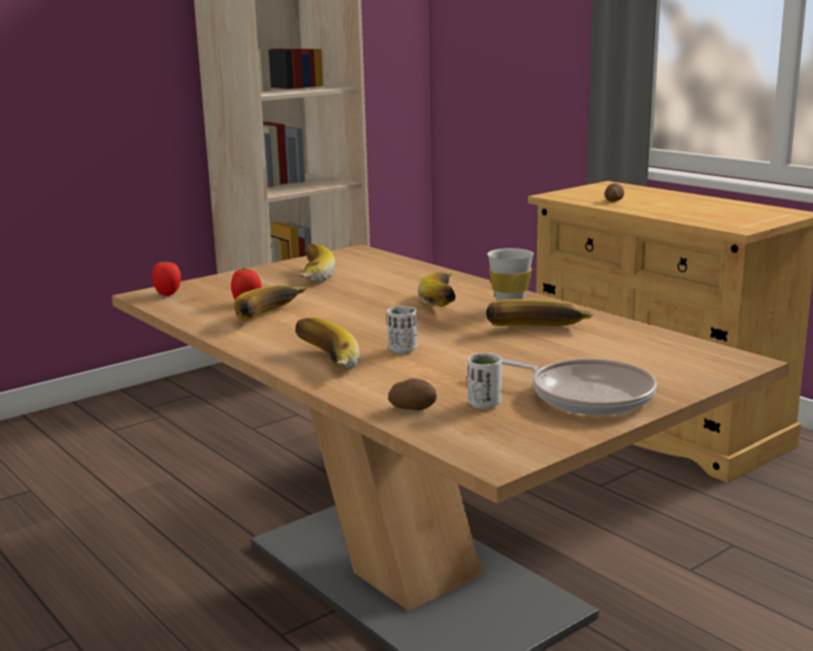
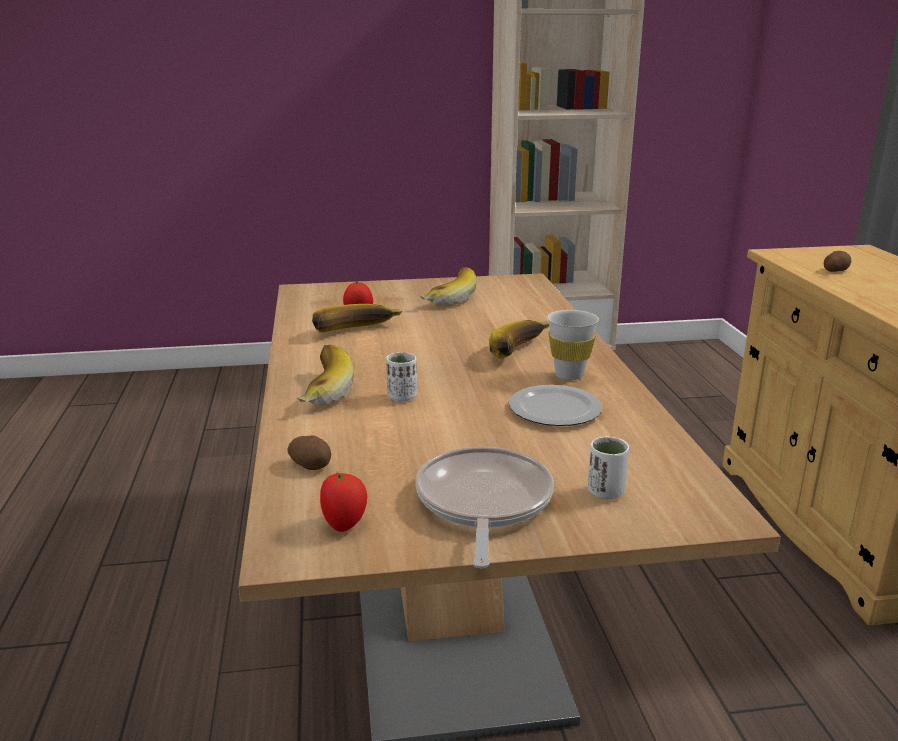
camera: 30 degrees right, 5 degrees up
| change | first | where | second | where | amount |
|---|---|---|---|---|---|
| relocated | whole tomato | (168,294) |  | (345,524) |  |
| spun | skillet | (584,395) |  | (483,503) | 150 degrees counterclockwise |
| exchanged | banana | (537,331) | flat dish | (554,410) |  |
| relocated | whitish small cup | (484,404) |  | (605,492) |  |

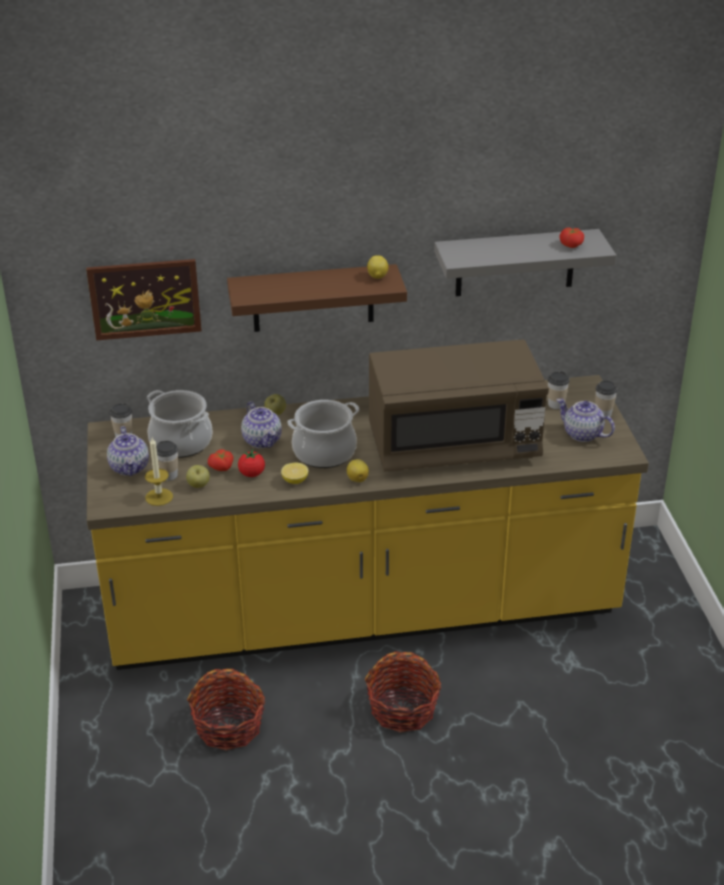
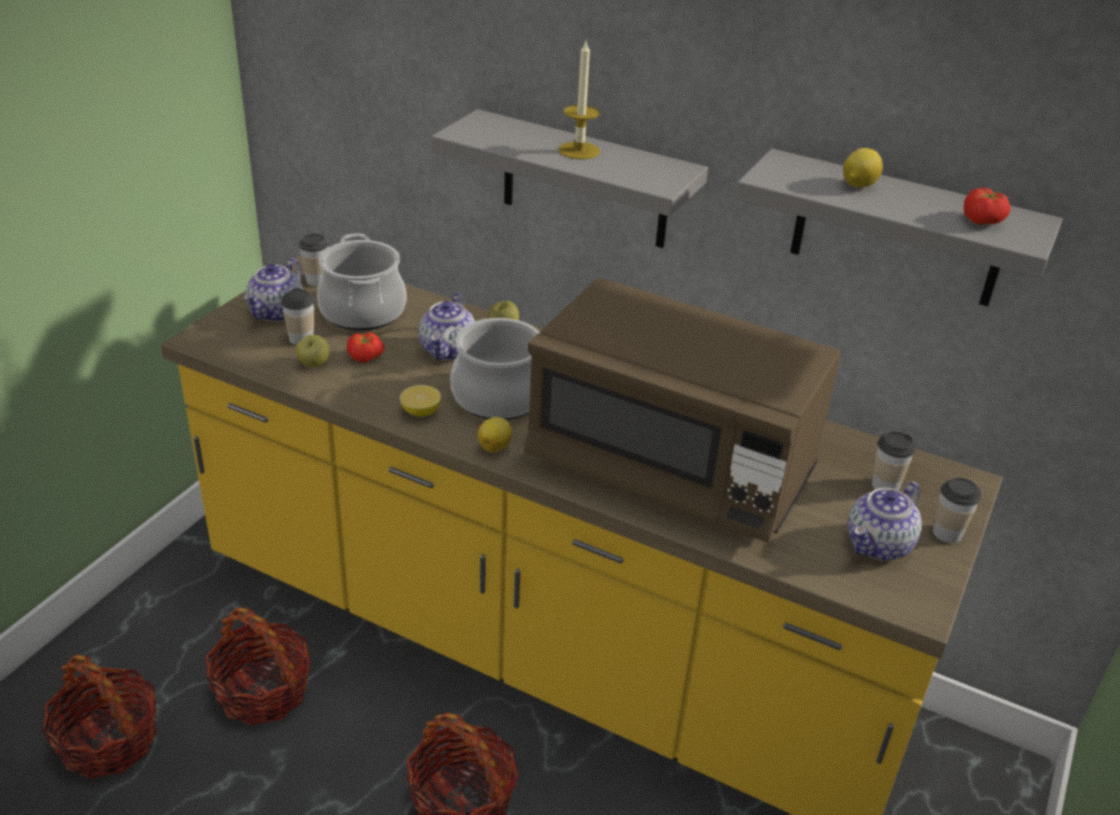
camera: 35 degrees right, 0 degrees up
| change | first | where | second | where | amount |
|---|---|---|---|---|---|
| appeared |  |  | household basket | (109,740) |  |
| colour | brown bracket shelf | (313,298) | gray bracket shelf | (585,181) |  |
| relocated | wax candle | (159,497) |  | (579,150) |  |
| relocated | whole lemon | (377,276) |  | (858,185) |  |
| spun | pot for tea | (582,434) |  | (879,545) | 120 degrees counterclockwise |
| missing | picture | (145,299) |  |  |  |
| missing | whole tomato | (252,474) |  |  |  |

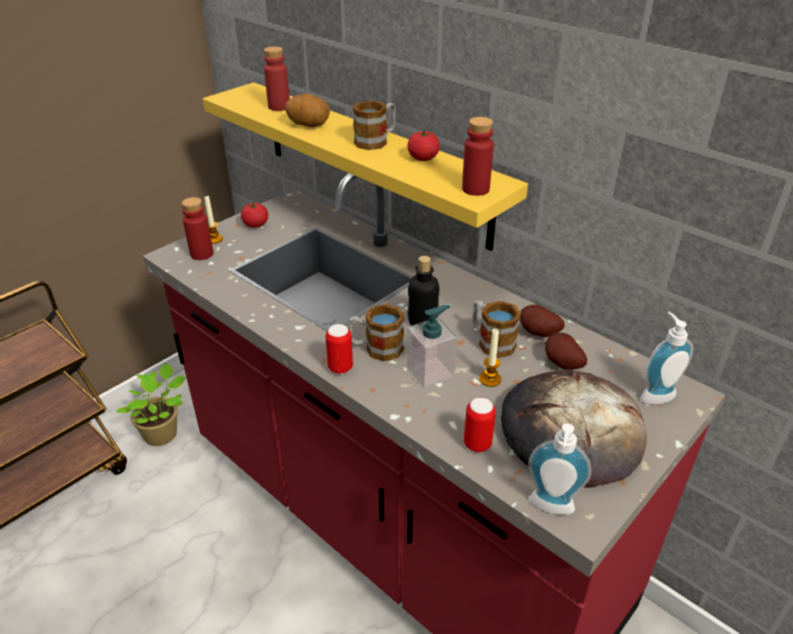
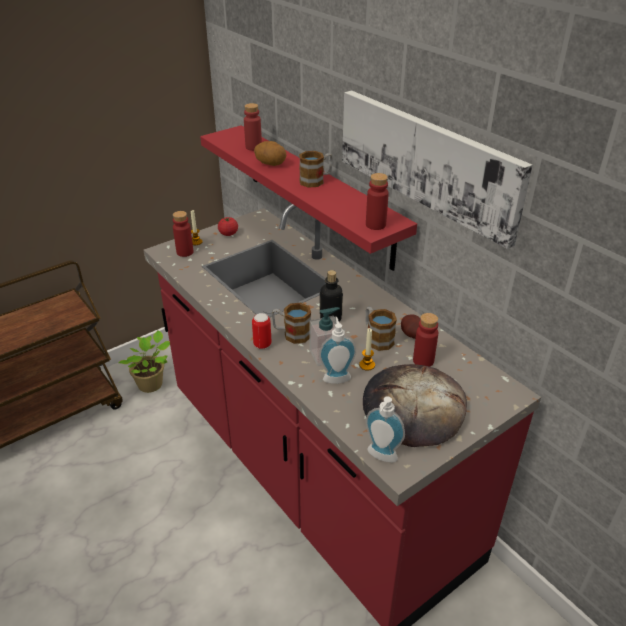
camera: 10 degrees right, 0 degrees up
| change | first | where | second | where | amount |
|---|---|---|---|---|---|
| colour | yellow-coloured bracket shelf | (372,162) | red-coloured bracket shelf | (317,194) |  |
| relocated | soap dispenser | (655,394) |  | (336,376) |  |
| appeared |  |  | picture | (427,161) |  |
| exchanged | potato | (561,364) | red-coloured drink bottle | (423,360) |  |
| missing | whole tomato | (423,158) |  |  |  |
| missing | metal can | (477,444) |  |  |  |

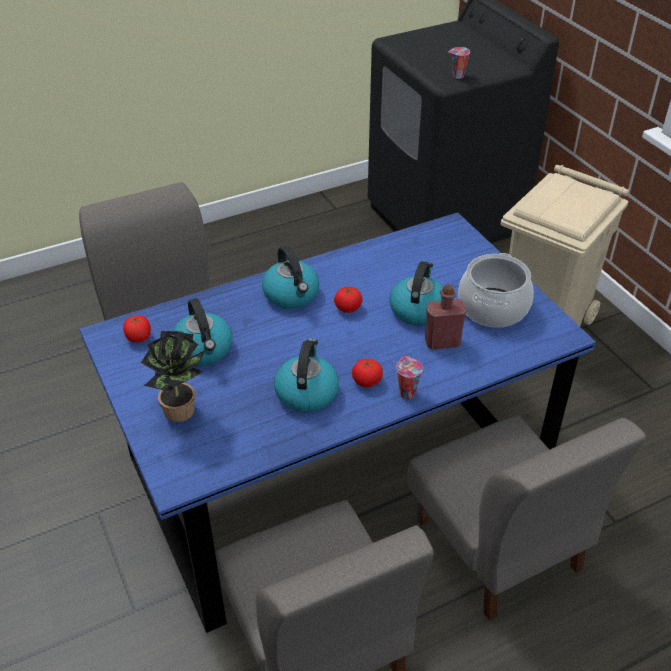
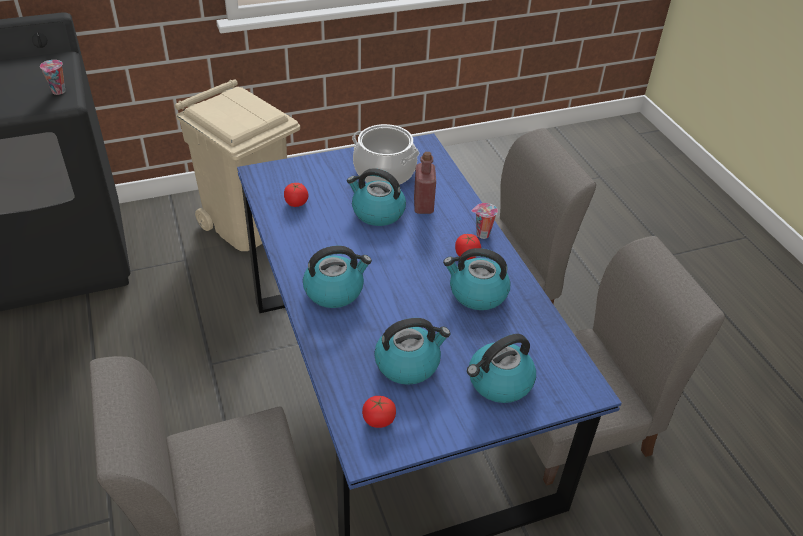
camera: 85 degrees left, 0 degrees up
| change | first | where | second | where | amount |
|---|---|---|---|---|---|
| relocated | whole tomato | (348,308) |  | (296,203) |  |
| exchanged | potted plant | (183,413) | water kettle | (499,382) |  |

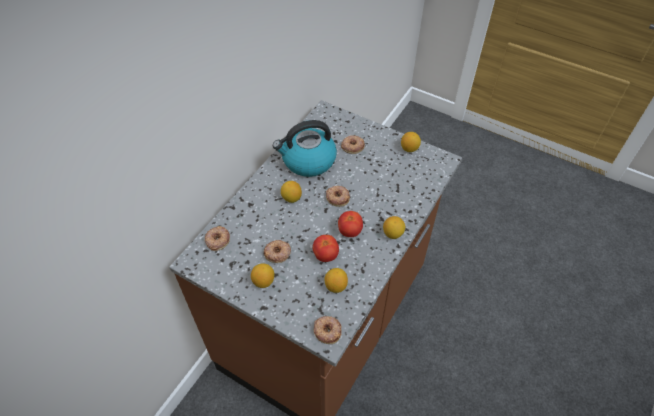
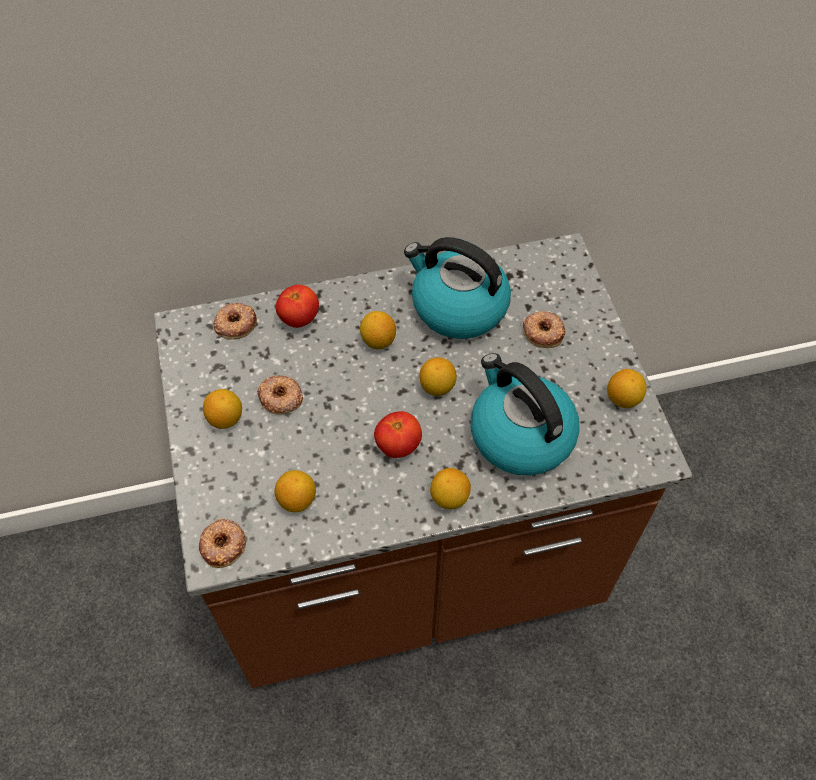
camera: 45 degrees right, 5 degrees up
| change | first | where | second | where | amount |
|---|---|---|---|---|---|
| relocated | whole tomato | (325,255) |  | (299,318) |  |
| exchanged | donut | (337,197) | whole lemon | (437,387) |  |
| appeared |  |  | water kettle | (519,435) |  |

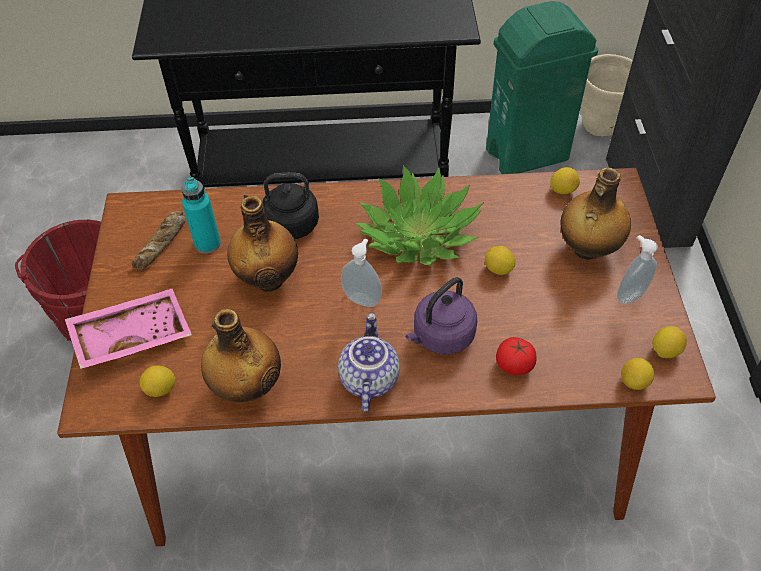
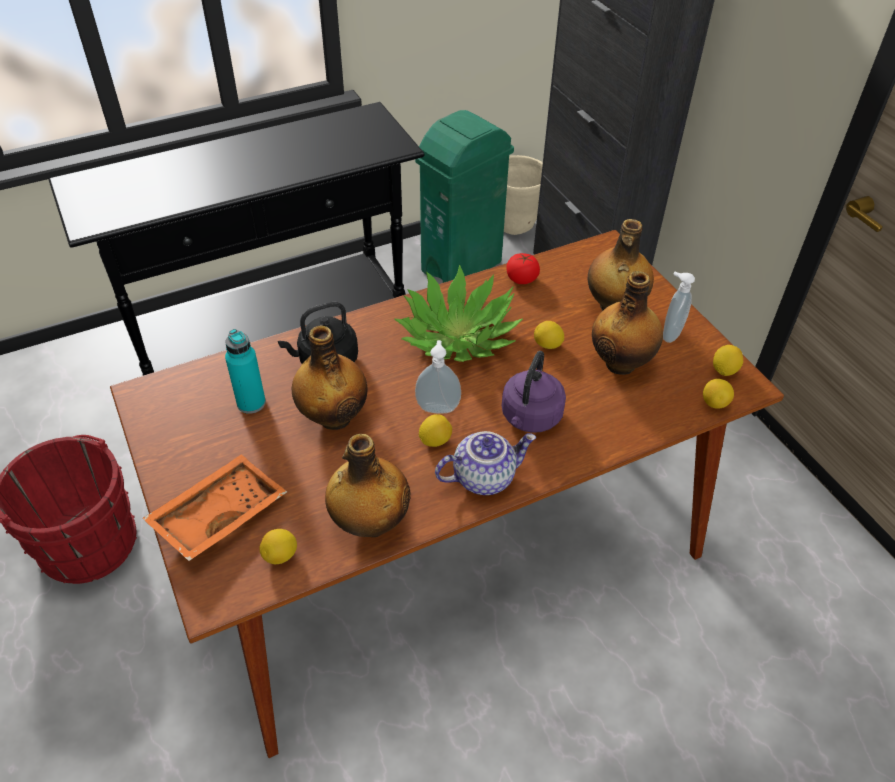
camera: 25 degrees left, 5 degrees down
| change | first | where | second | where | amount |
|---|---|---|---|---|---|
| colour | pink serving tray | (132,334) | orange-coloured serving tray | (218,514) |  |
| relocated | whole lemon | (562,190) |  | (435,440) |  |
| spun | pot for tea | (367,379) |  | (484,476) | 90 degrees clockwise |
| relocated | whole tomato | (514,365) |  | (522,279) |  |
| appeared |  |  | drink bottle | (621,362) |  |
| missing | bread | (162,243) |  |  |  |

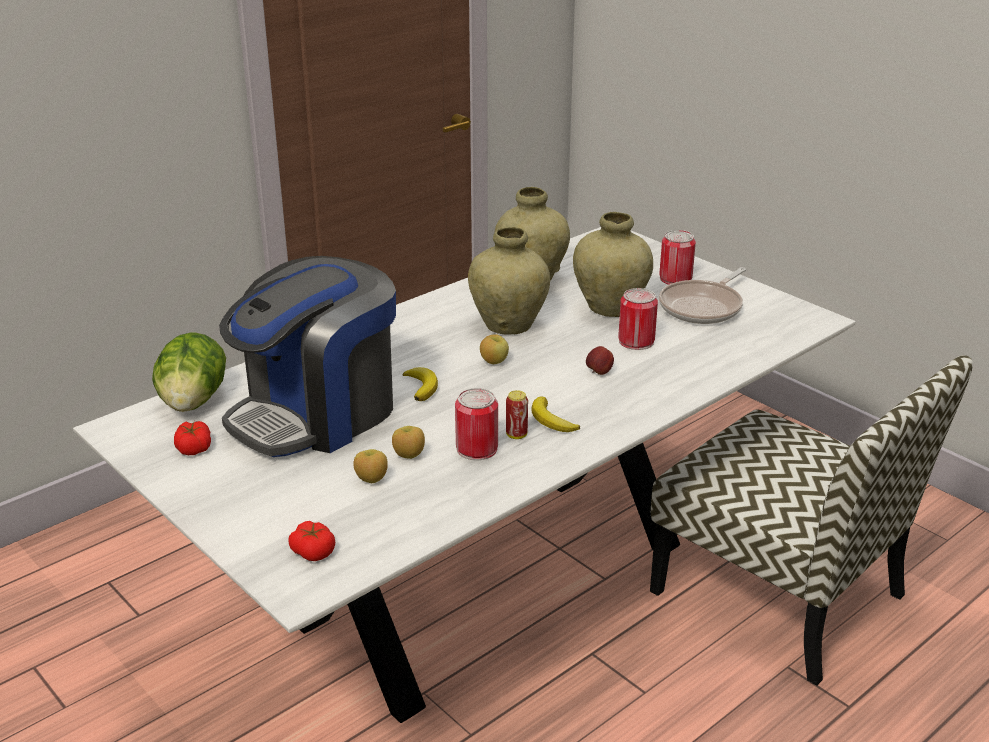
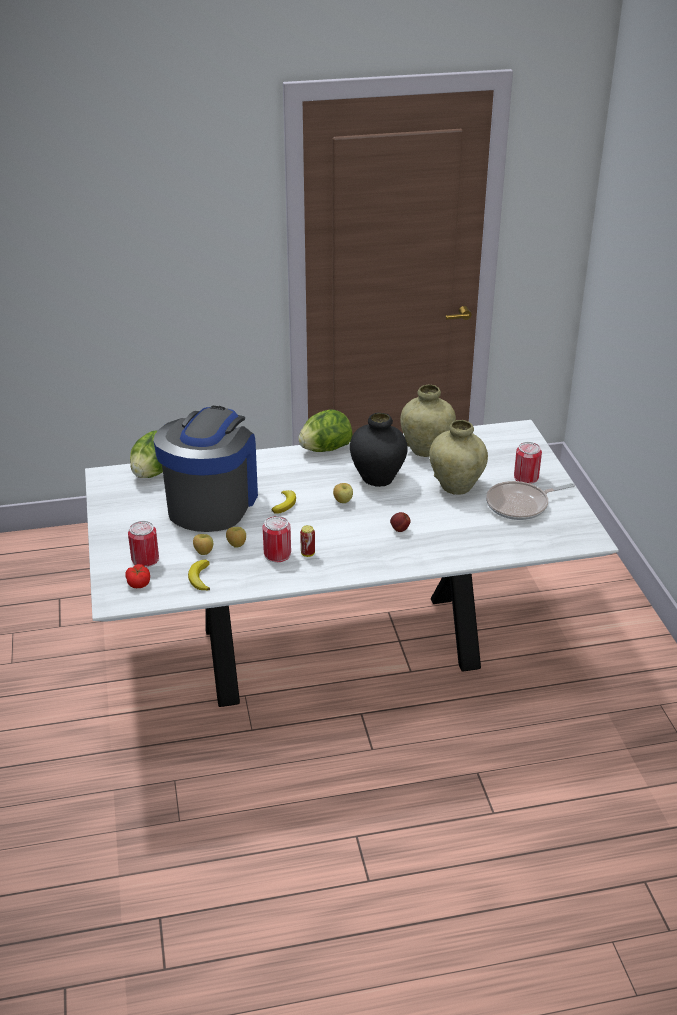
camera: 30 degrees right, 5 degrees up
| change | first | where | second | where | amount |
|---|---|---|---|---|---|
| relocated | metal can | (636,341) |  | (145,559) |  |
| spun | coffee machine | (316,414) |  | (212,502) | 120 degrees clockwise |
| relocated | banana | (551,420) |  | (200,578) |  |
| appeared |  |  | lettuce | (325,449) |  |
| colour | beige-coloured decorative vase | (508,326) | blackish decorative vase | (377,479) |  |
| missing | whole tomato | (193,447) |  |  |  |
| missing | chair | (782,595) |  |  |  |

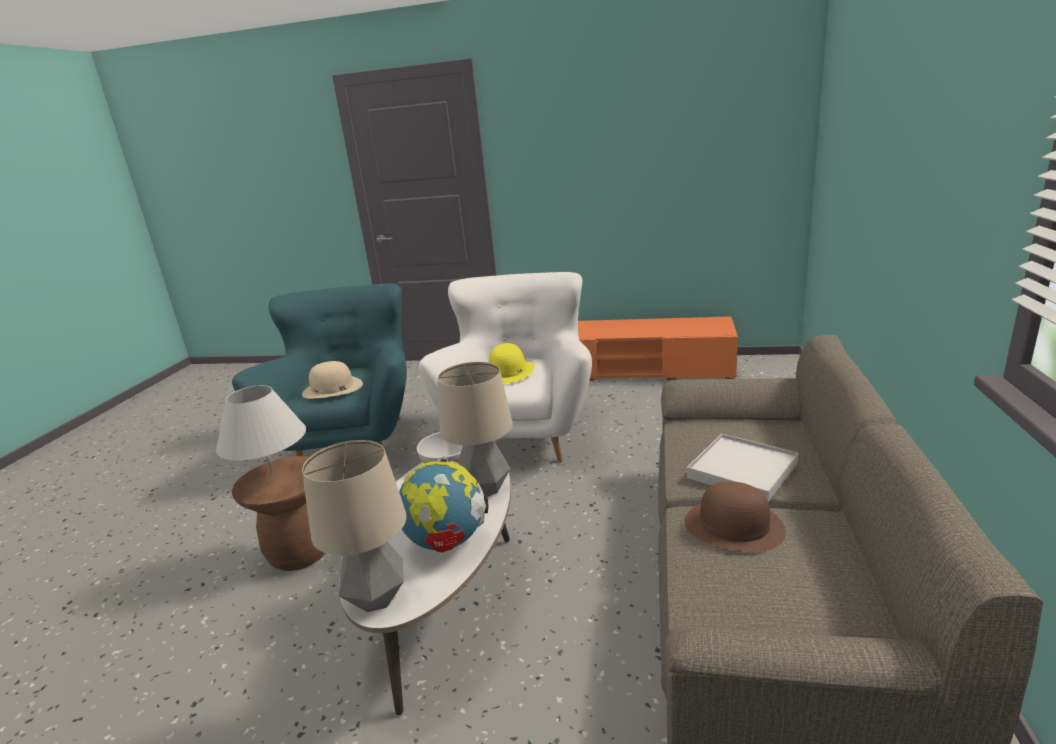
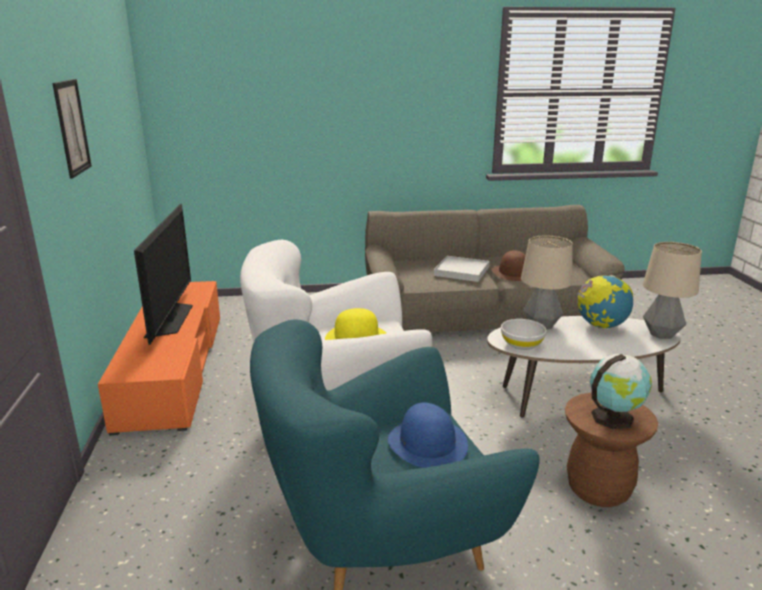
camera: 110 degrees left, 0 degrees up
| change | first | where | second | where | amount |
|---|---|---|---|---|---|
| appeared |  |  | picture | (72,127) |  |
| appeared |  |  | television | (171,319) |  |
| colour | beige-coloured clothing hat | (332,388) | blue-coloured clothing hat | (427,443) |  |
| exchanged | whitish table lamp | (273,478) | desk globe | (614,417) |  |

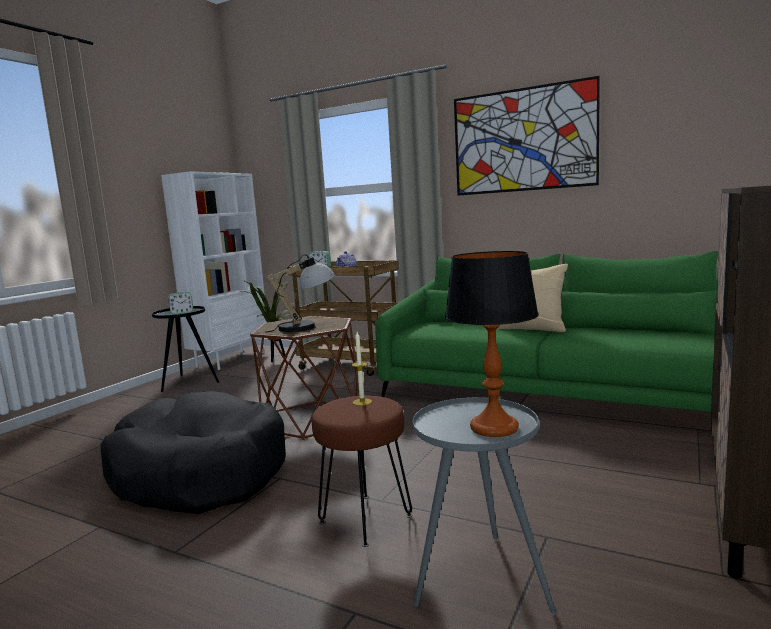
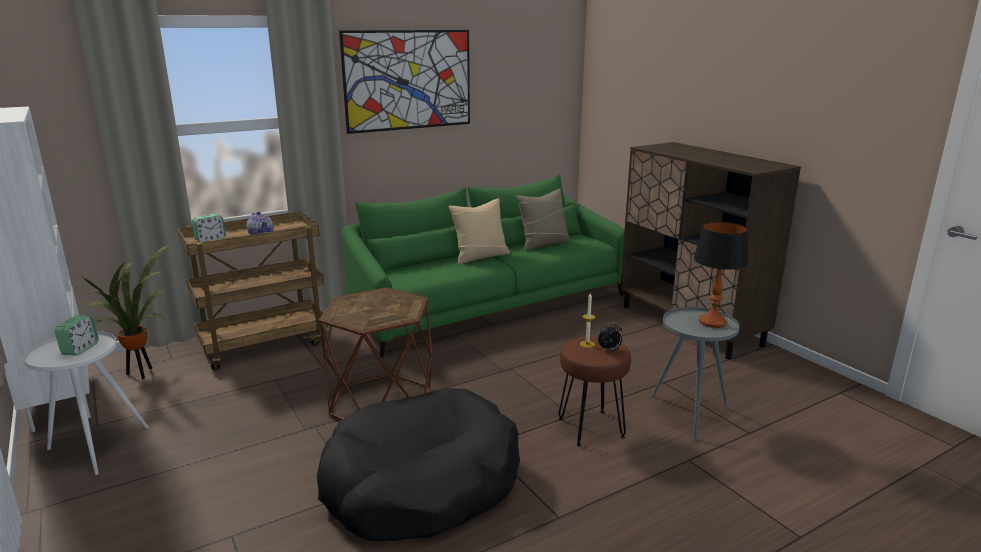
camera: 60 degrees left, 10 degrees up
| change | first | where | second | where | amount |
|---|---|---|---|---|---|
| colour | blackish end table | (188,382) | whitish end table | (95,448) |  |
| appeared |  |  | beige-coloured throw pillow | (543,243) |  |
| appeared |  |  | table clock | (609,350) |  |
| missing | table lamp | (307,327) |  |  |  |

